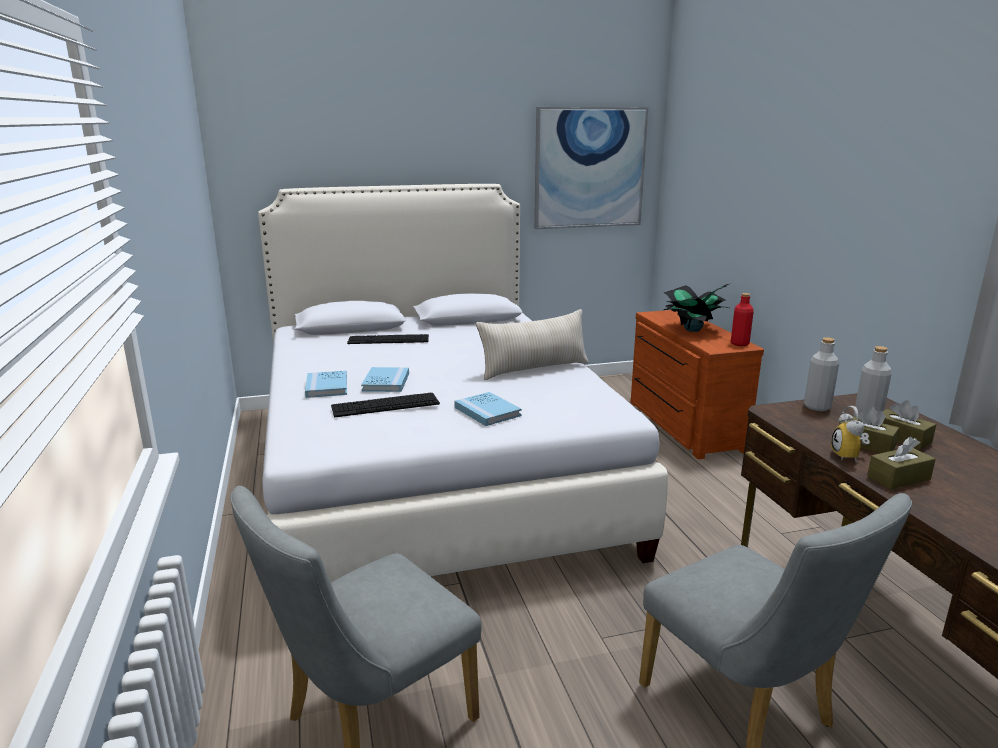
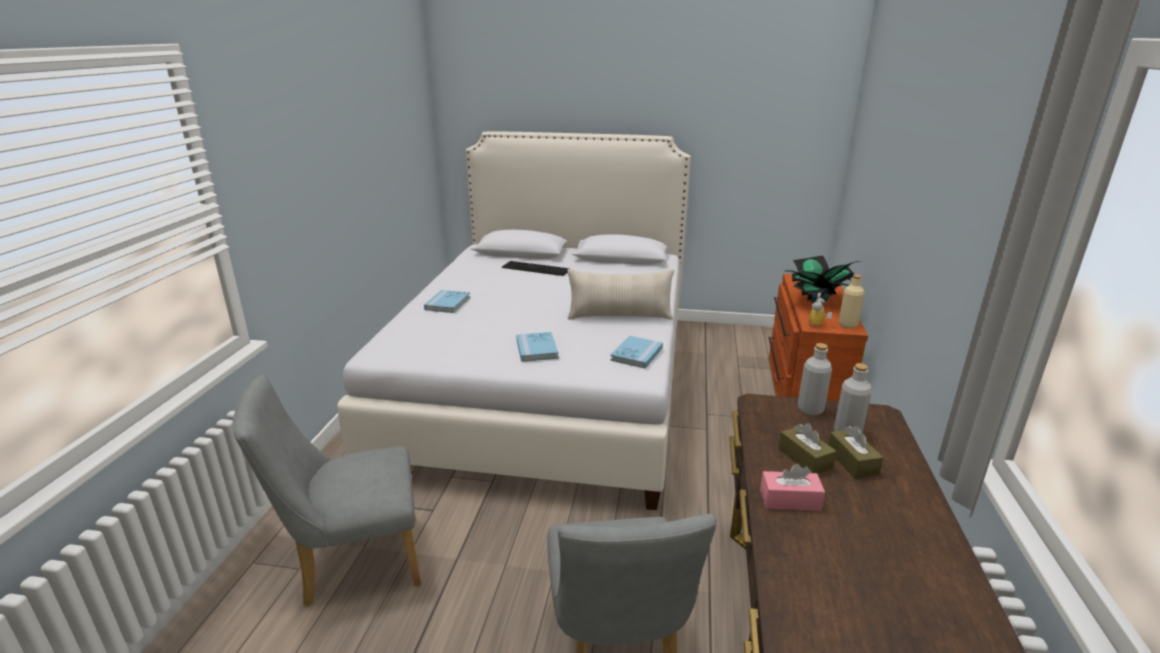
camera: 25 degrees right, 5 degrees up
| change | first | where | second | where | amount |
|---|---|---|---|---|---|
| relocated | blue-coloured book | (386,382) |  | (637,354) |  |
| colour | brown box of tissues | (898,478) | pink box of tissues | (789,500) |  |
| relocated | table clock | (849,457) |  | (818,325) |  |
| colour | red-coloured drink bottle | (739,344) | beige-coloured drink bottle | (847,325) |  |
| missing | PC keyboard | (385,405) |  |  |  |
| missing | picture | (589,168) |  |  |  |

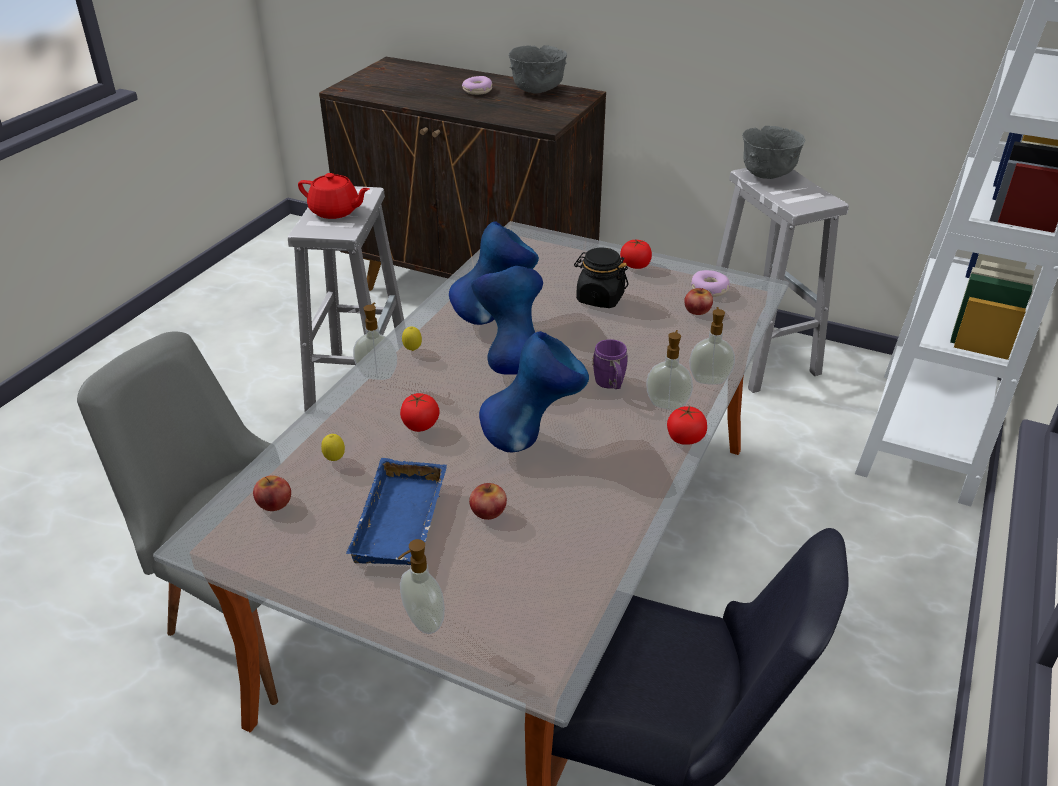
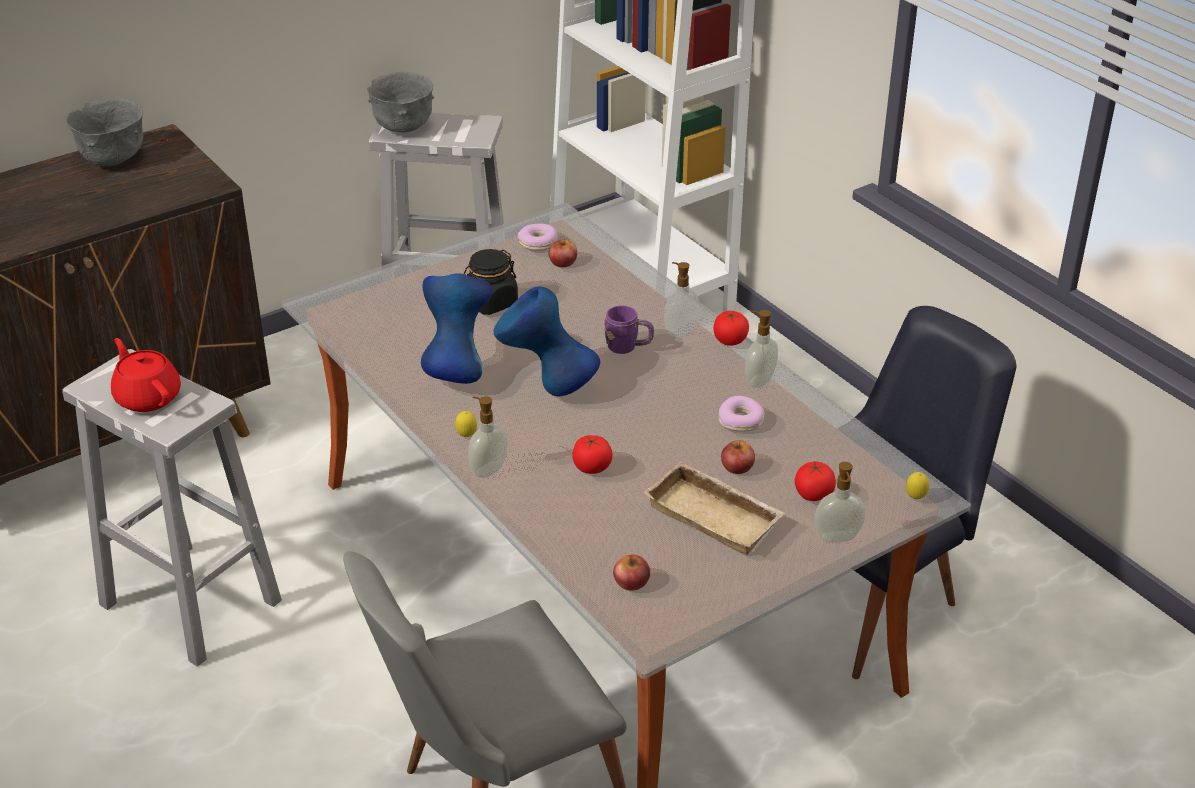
camera: 60 degrees left, 0 degrees up
| change | first | where | second | where | amount |
|---|---|---|---|---|---|
| spun | red-coloured pot for tea | (335,211) |  | (147,397) | 90 degrees counterclockwise |
| colour | blue-coloured serving tray | (404,522) | beige-coloured serving tray | (716,515) |  |
| relocated | donut | (477,91) |  | (741,421) |  |
| relocated | soap dispenser | (709,380) |  | (758,380) |  |
| relocated | whole tomato | (635,265) |  | (813,494) |  |
| relocated | whole lemon | (335,460) |  | (915,498) |  |
| missing | blue-coloured decorative vase | (534,438) |  |  |  |

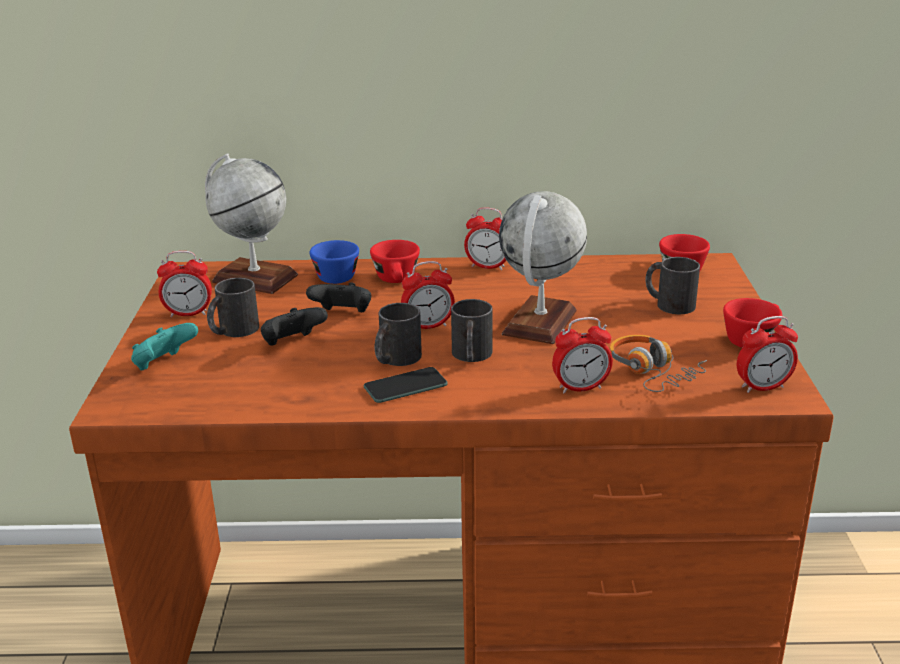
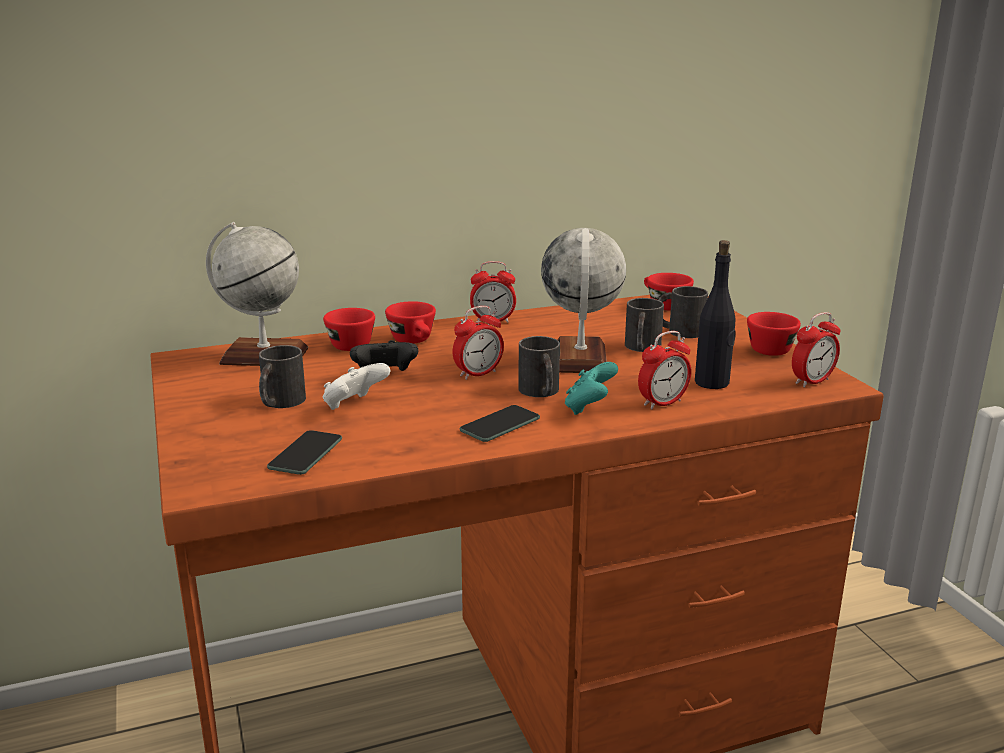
camera: 20 degrees left, 5 degrees down
| change | first | where | second | where | amount |
|---|---|---|---|---|---|
| appeared |  |  | phone | (305,453) |  |
| colour | blue-coloured small cup | (335,275) | red-coloured small cup | (347,344) |  |
| colour | blackish gamepad | (292,344) | whitish gamepad | (354,405) |  |
| relocated | turquoise gamepad | (164,365) |  | (589,408) |  |
| relocated | blackish tea mug | (395,359) |  | (641,348) |  |
| exchanged | pair of headphones | (652,372) | blackish drink bottle | (712,383) |  |
| missing | table clock | (189,314) |  |  |  |

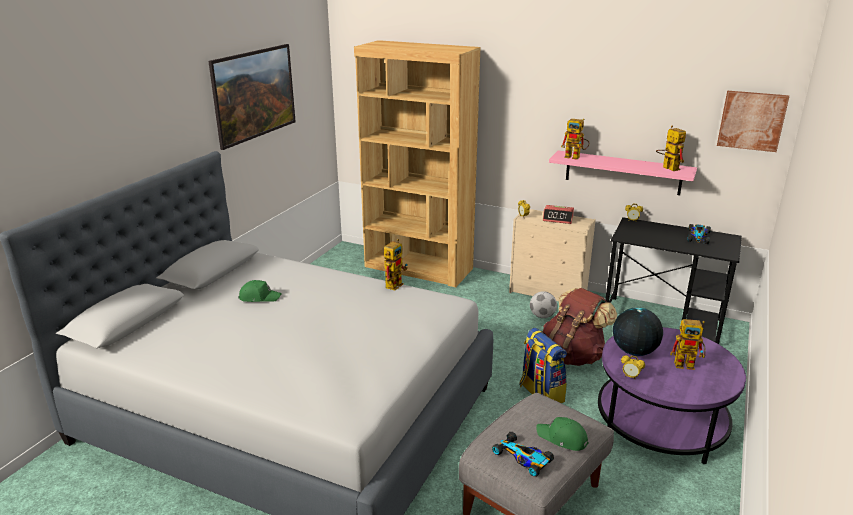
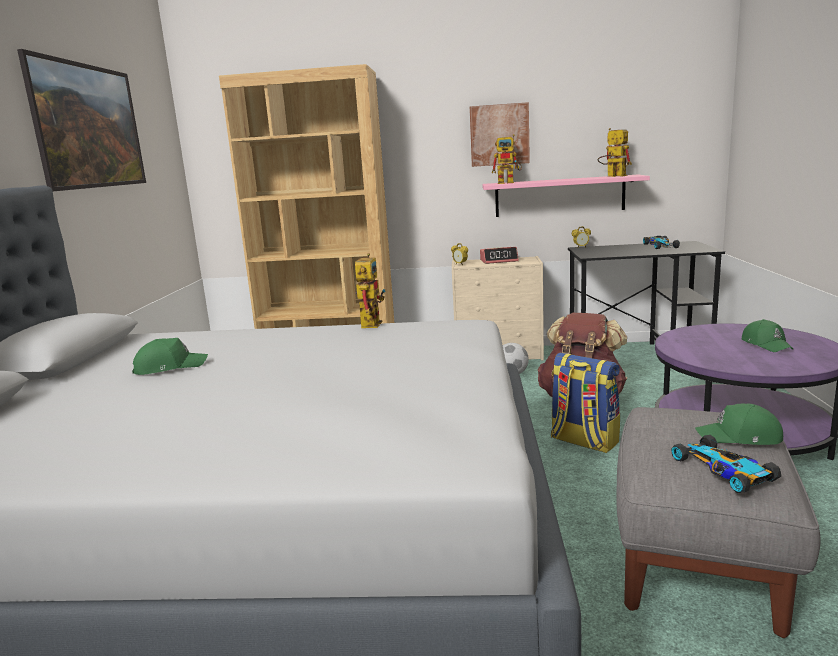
camera: 20 degrees left, 10 degrees down
| change | first | where | second | where | amount |
|---|---|---|---|---|---|
| relocated | picture | (751,120) |  | (499,135) |  |
| spun | miniature car | (523,458) |  | (724,471) | 45 degrees clockwise |
| exchanged | toy robot | (688,364) | green-coloured cap | (766,344) |  |
| missing | desk globe | (634,351) |  |  |  |
| missing | table clock | (630,377) |  |  |  |

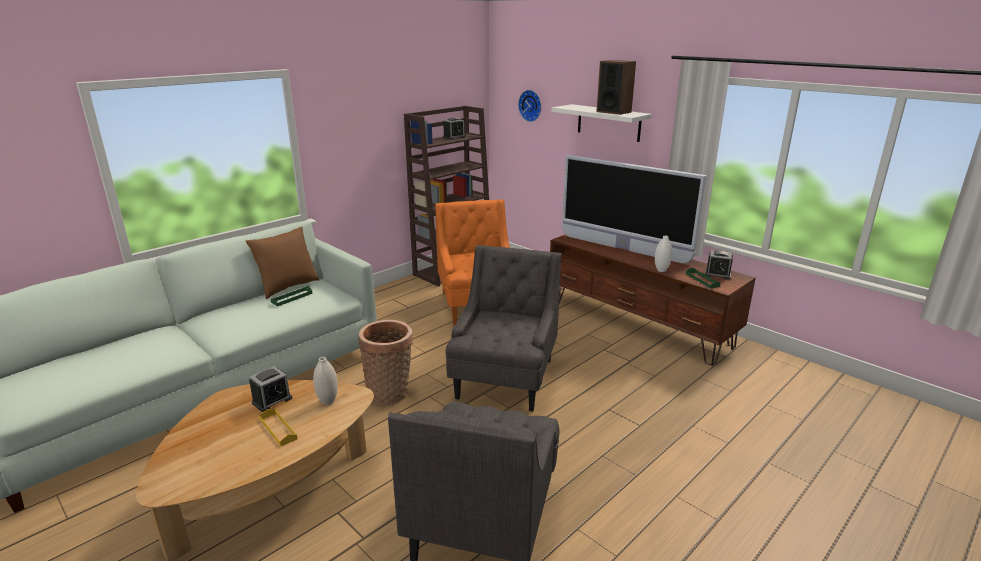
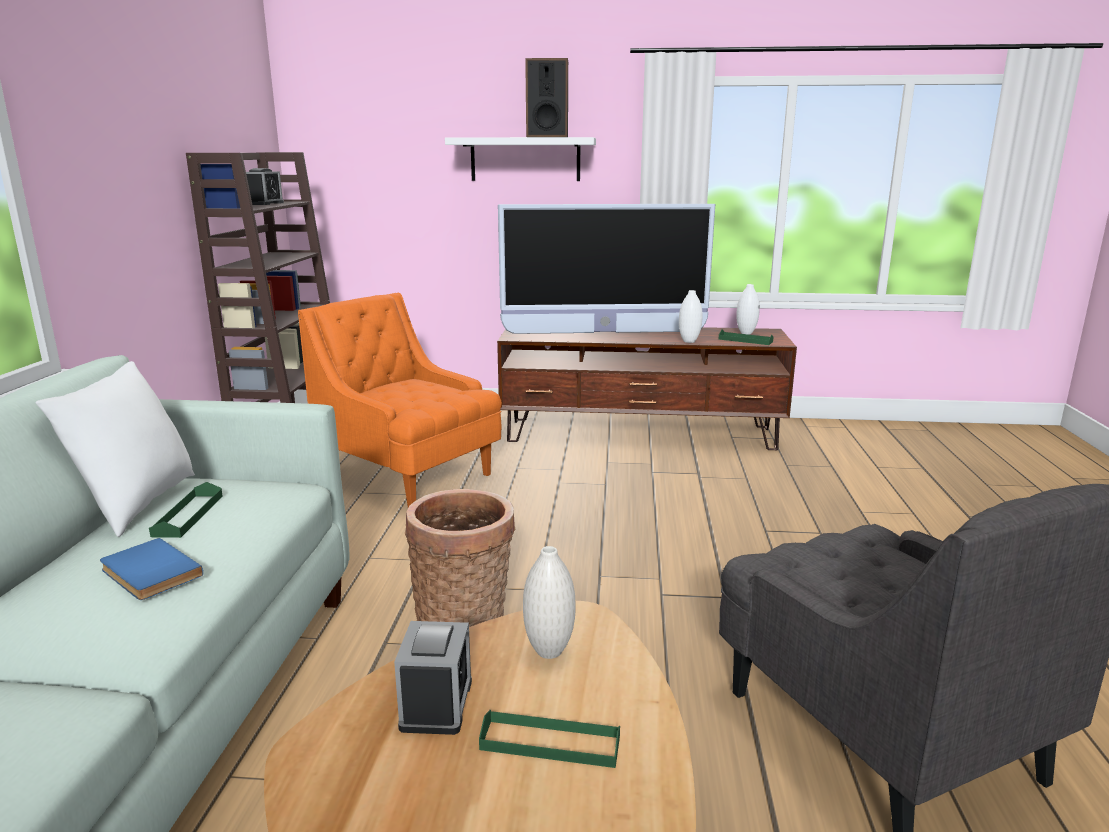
camera: 40 degrees left, 5 degrees down
| change | first | where | second | where | amount |
|---|---|---|---|---|---|
| colour | brown throw pillow | (288,287) | whitish throw pillow | (136,505) |  |
| appeared |  |  | blue-coloured book | (148,573) |  |
| colour | yellow-coloured serving tray | (278,429) | green-coloured serving tray | (550,743) |  |
| exchanged | table clock | (717,274) | whitish decorative vase | (746,333) |  |
| missing | gray easy chair | (505,379) |  |  |  |
| missing | clock on the wall | (531,105) |  |  |  |

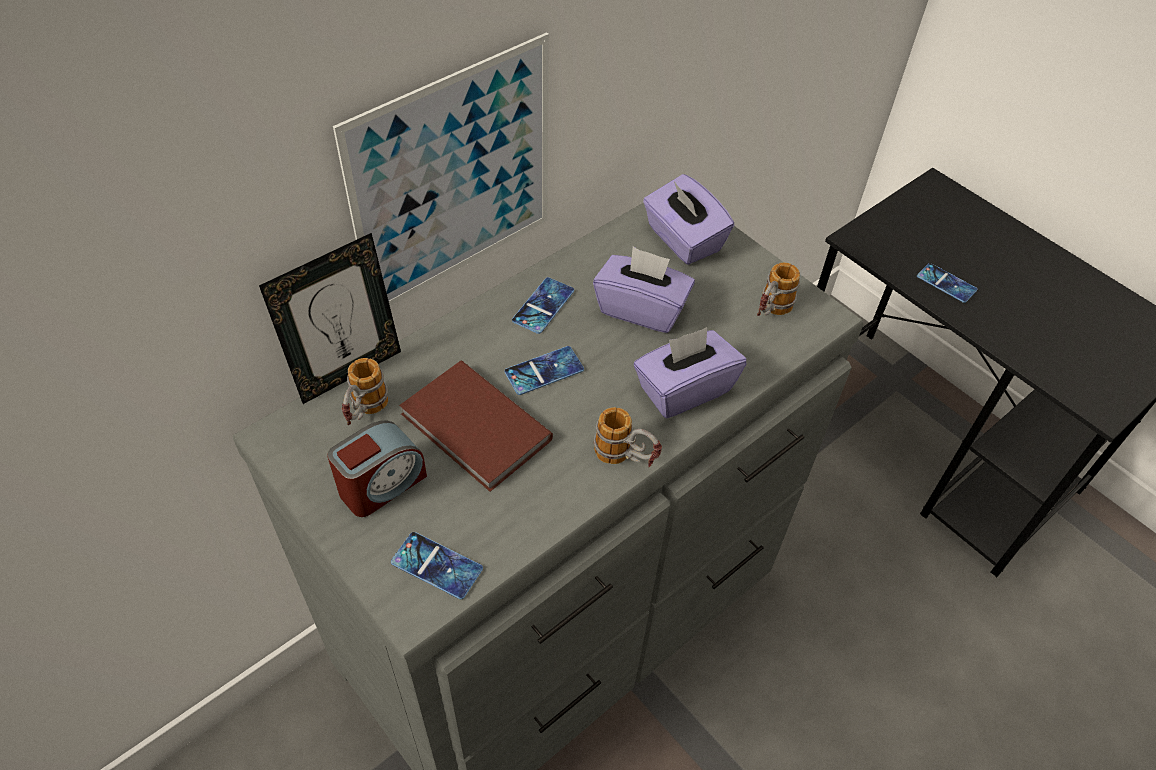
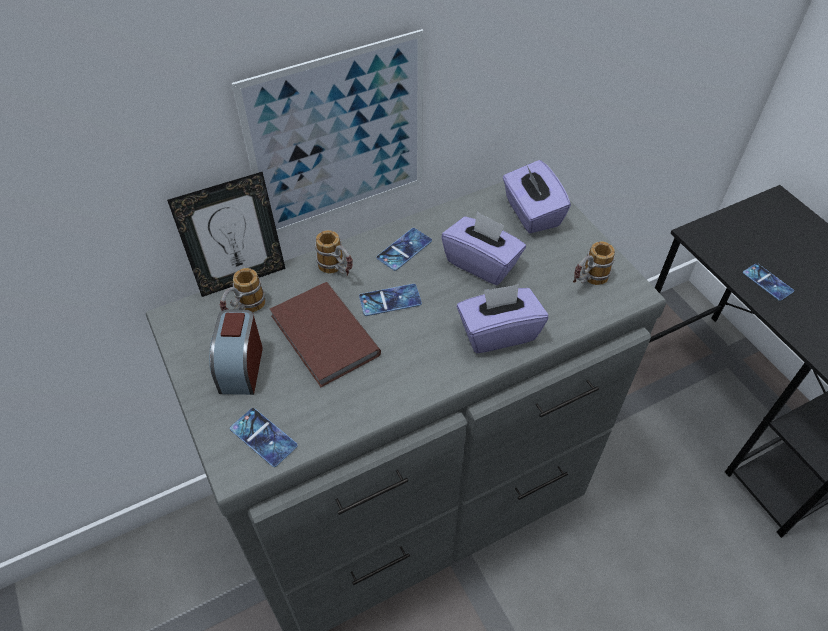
camera: 15 degrees right, 0 degrees up
| change | first | where | second | where | amount |
|---|---|---|---|---|---|
| spun | table clock | (382,484) |  | (241,367) | 120 degrees clockwise |
| relocated | tea mug | (626,459) |  | (338,271) |  |

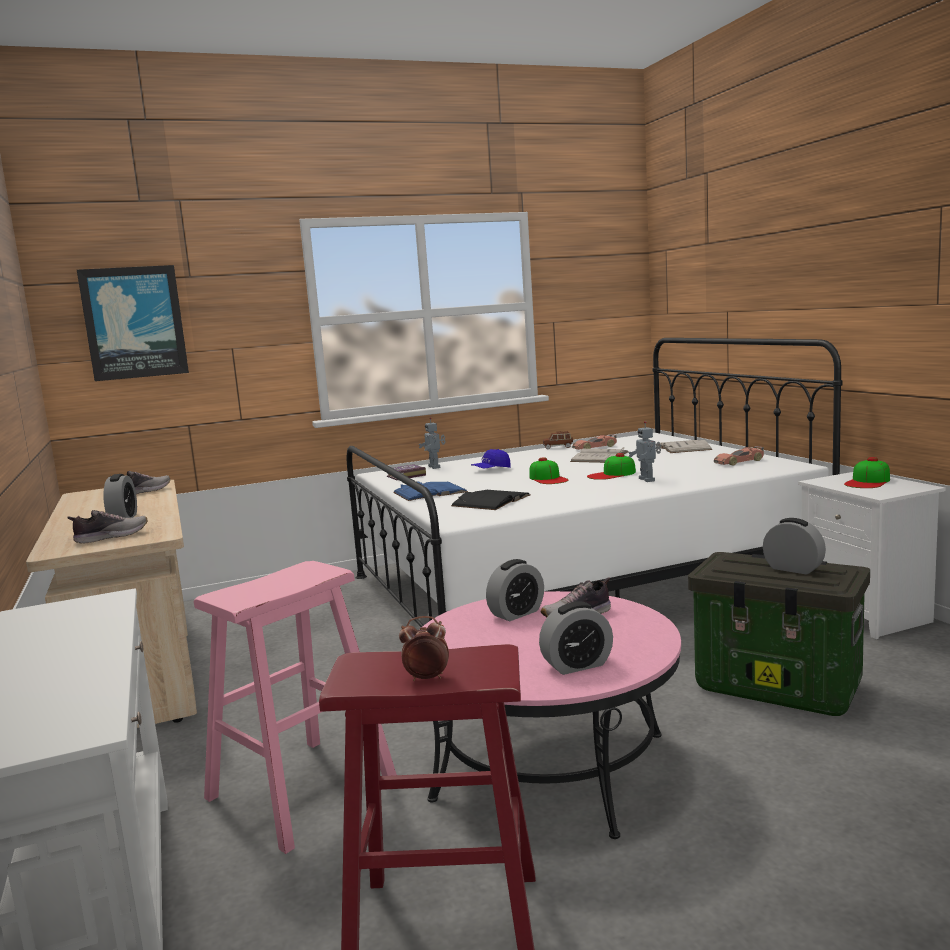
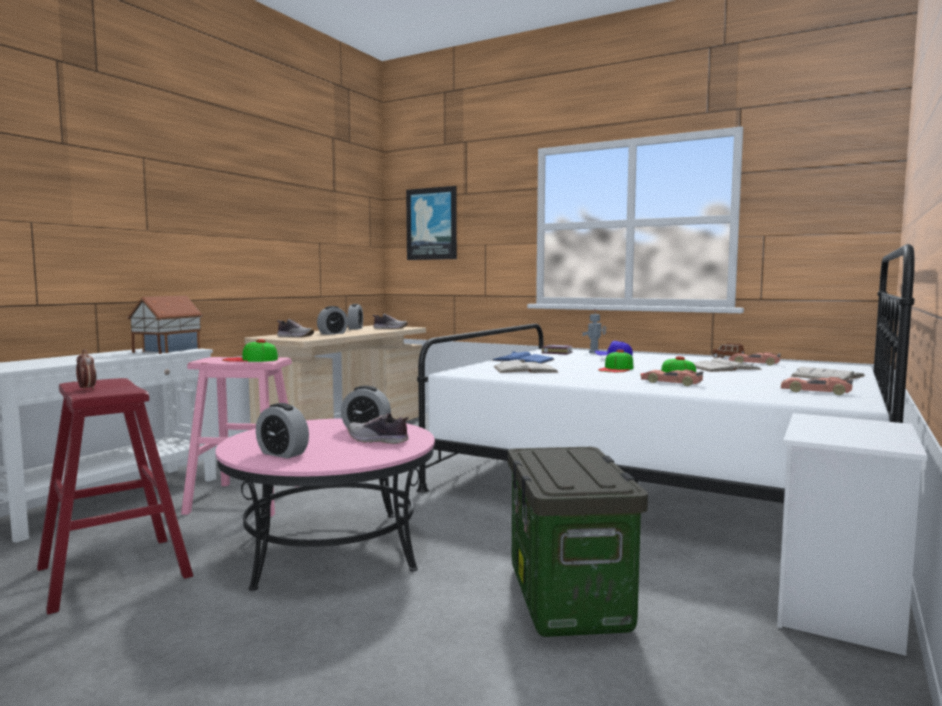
camera: 50 degrees right, 5 degrees down
| change | first | where | second | where | amount |
|---|---|---|---|---|---|
| appeared |  |  | miniature house | (166,350) |  |
| relocated | cap | (868,481) |  | (250,359) |  |
| relocated | table clock | (793,569) |  | (355,328) |  |
| colour | blackish book | (491,500) | whitish book | (525,369) |  |
| exchanged | toy robot | (648,480) | miniature car | (671,383) |  |

